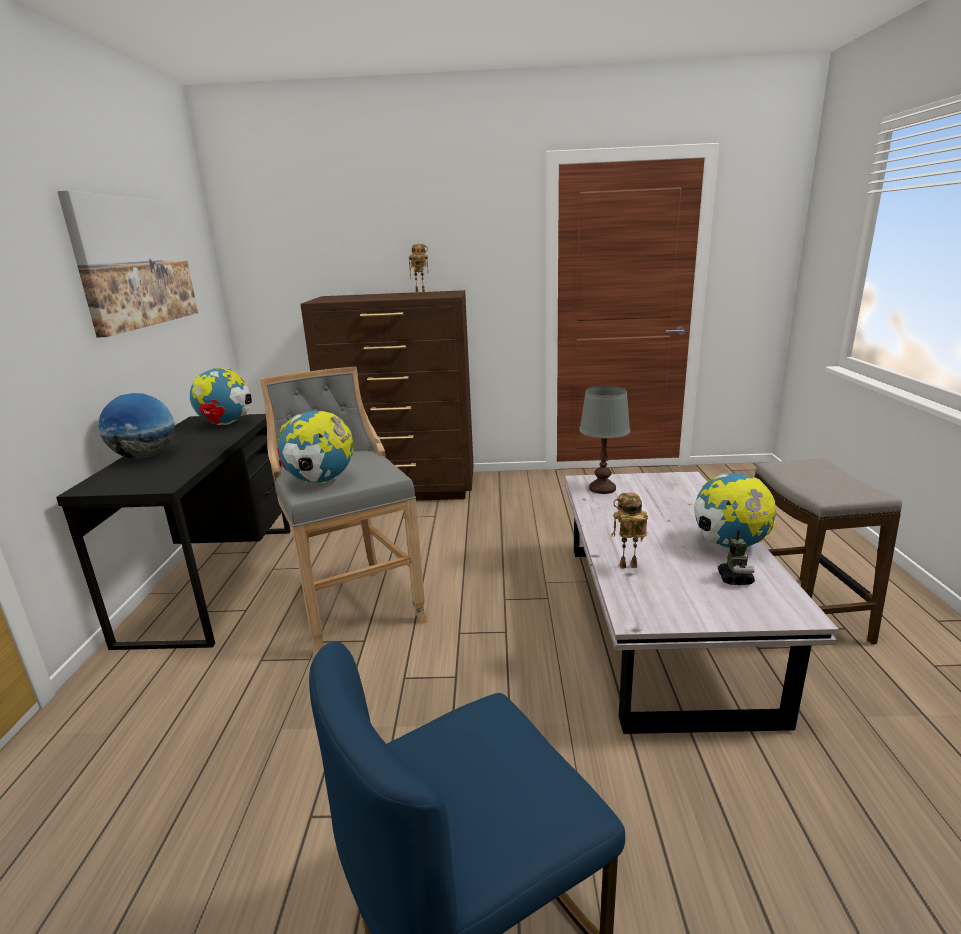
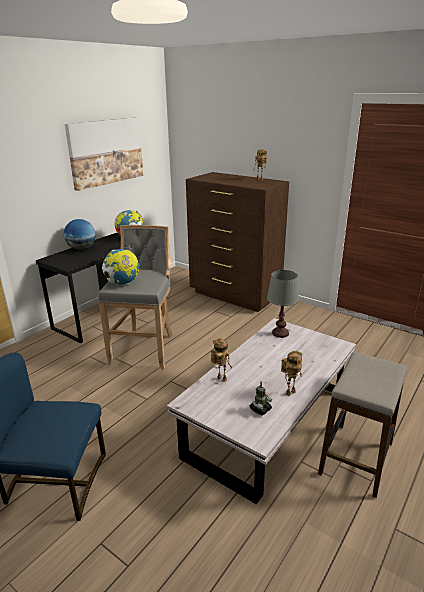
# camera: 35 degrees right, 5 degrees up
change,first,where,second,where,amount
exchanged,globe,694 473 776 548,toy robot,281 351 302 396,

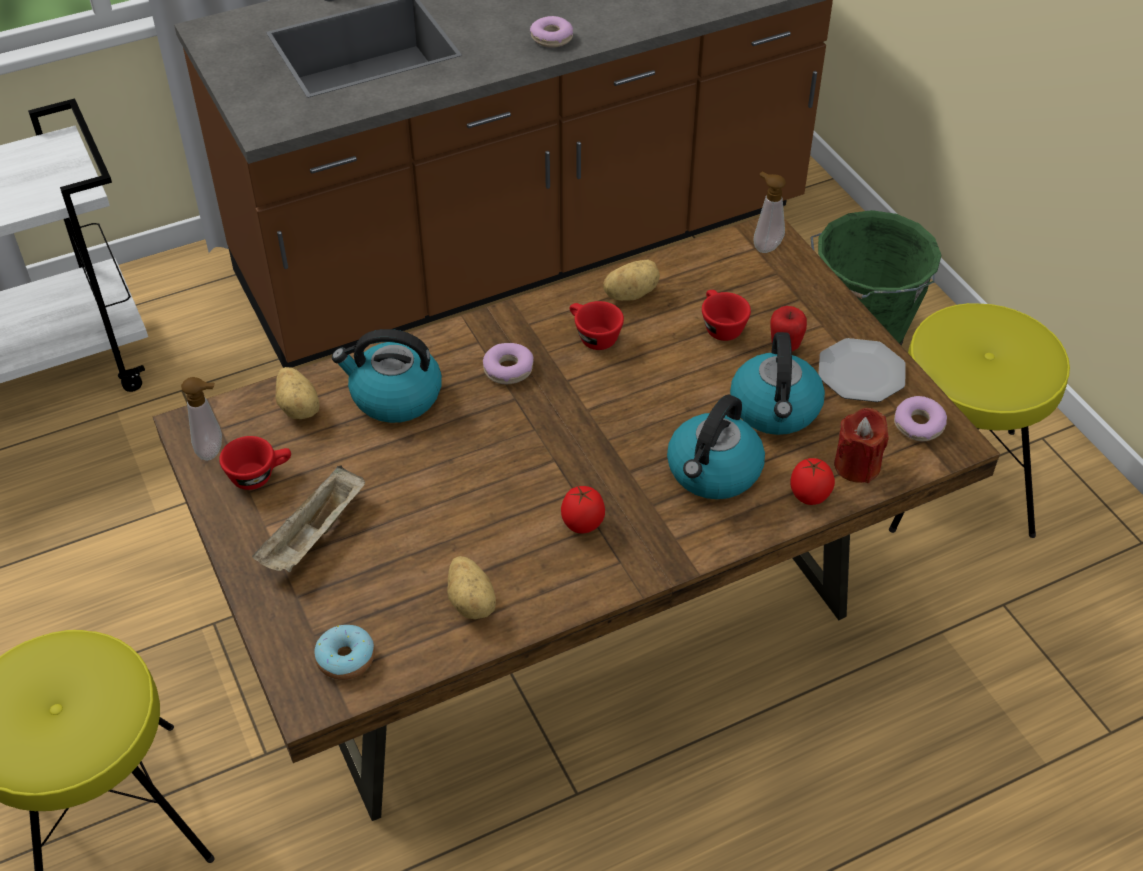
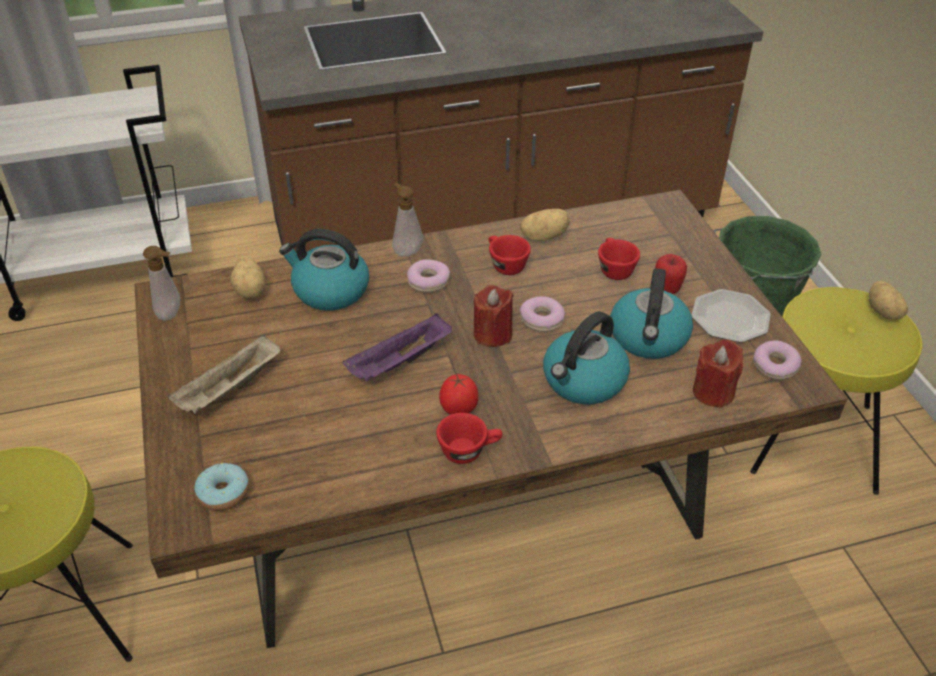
# camera: 10 degrees right, 5 degrees down
change,first,where,second,where,amount
relocated,red cup,219 436 291 490,,436 413 502 464,
relocated,potato,447 556 496 620,,869 281 908 319,
relocated,donut,530 16 573 48,,520 296 565 332,
relocated,soap dispenser,753 172 786 253,,392 183 423 257,
missing,tomato,791 458 835 505,,,
appeared,,,purple tray,343 313 452 382,
appeared,,,red candle,473 285 514 347,

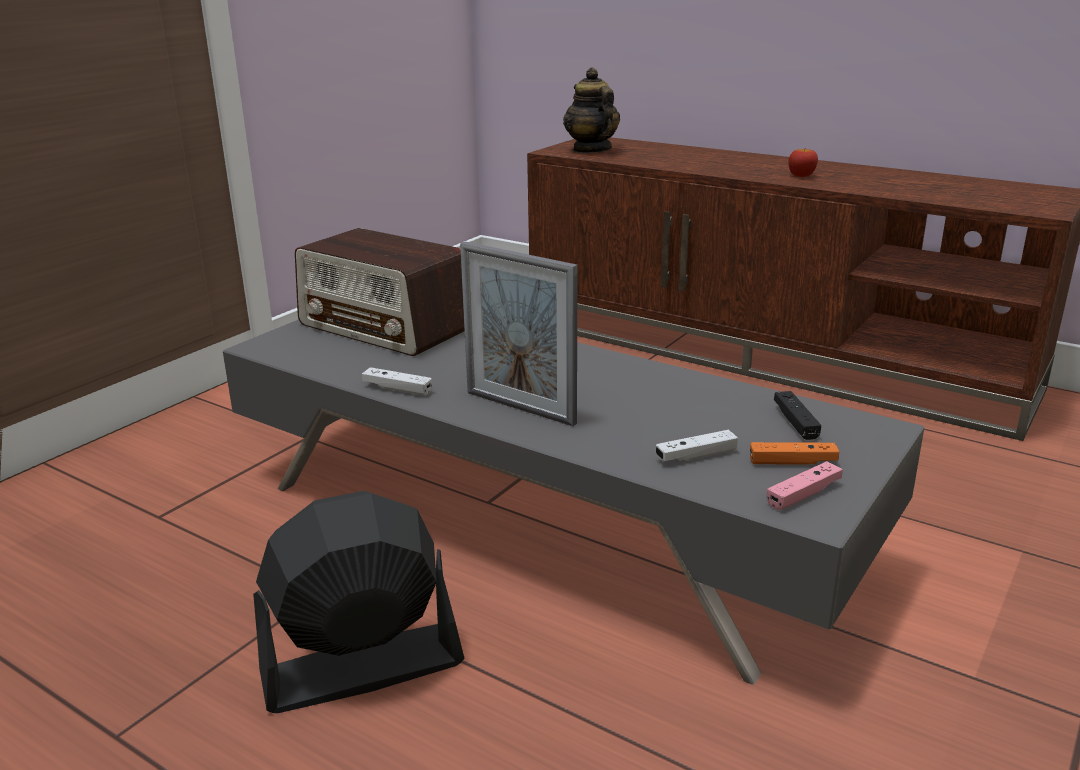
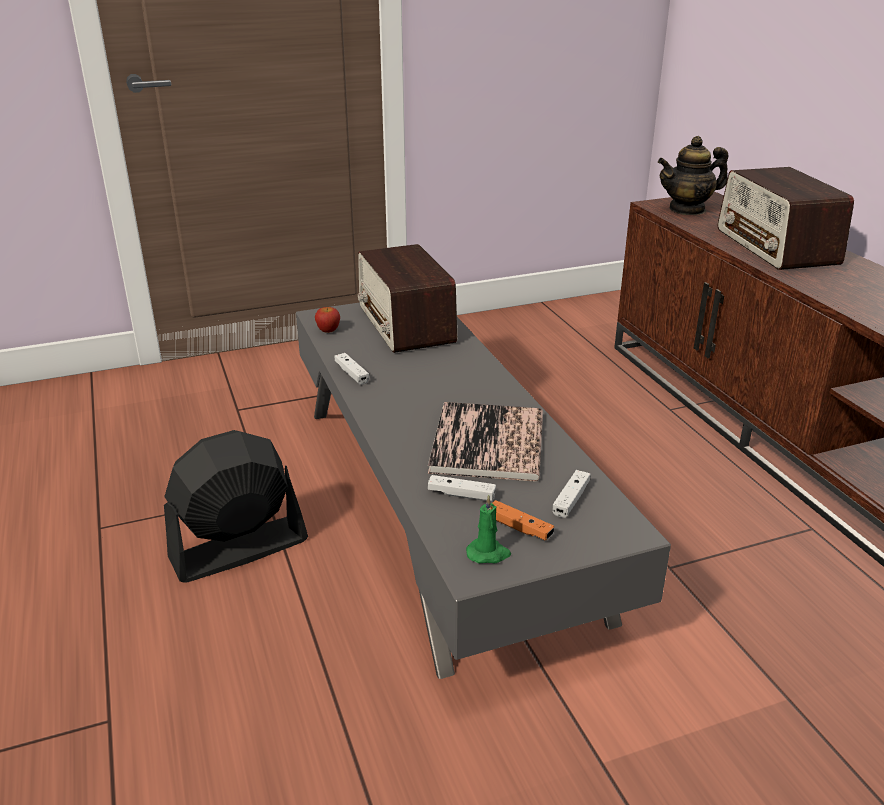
# camera: 35 degrees right, 5 degrees up
change,first,where,second,where,amount
spun,black fan,253 491 465 713,,164 430 308 583,45 degrees counterclockwise
missing,picture frame,460 242 577 426,,,
spun,teapot,563 68 620 153,,658 136 728 215,120 degrees counterclockwise
exchanged,pink game controller,767 461 842 510,green candle,466 495 511 564,
colour,black game controller,774 391 821 440,white game controller,552 470 590 518,
relocated,apple,788 149 818 177,,315 307 340 333,
appeared,,,book,428 402 543 482,
appeared,,,radio,718 167 854 270,

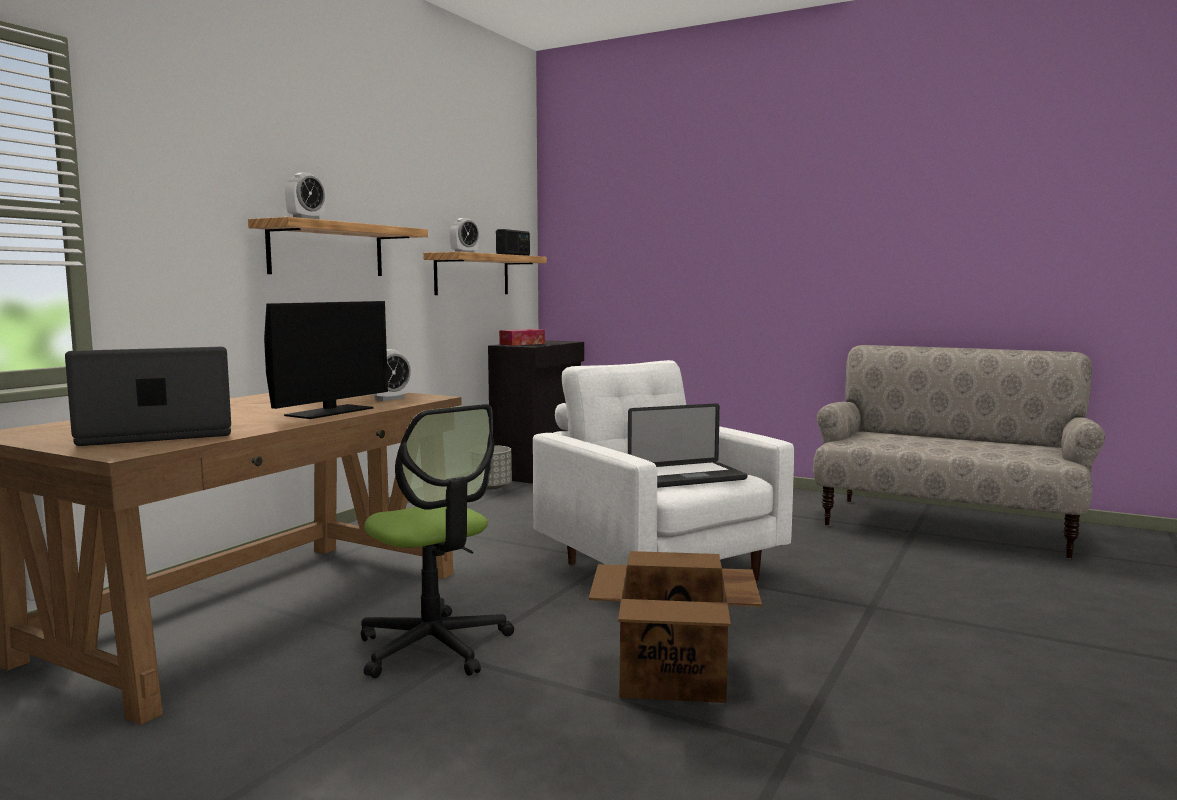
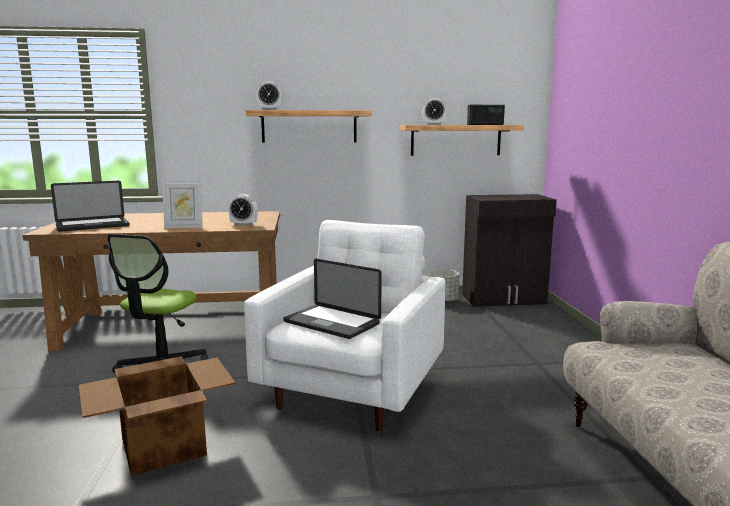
# camera: 55 degrees right, 5 degrees up
change,first,where,second,where,amount
spun,laptop,65 347 231 446,,51 181 129 232,120 degrees clockwise
exchanged,monitor,264 301 388 419,picture frame,162 180 203 228,
missing,tissue box,499 329 545 346,,,

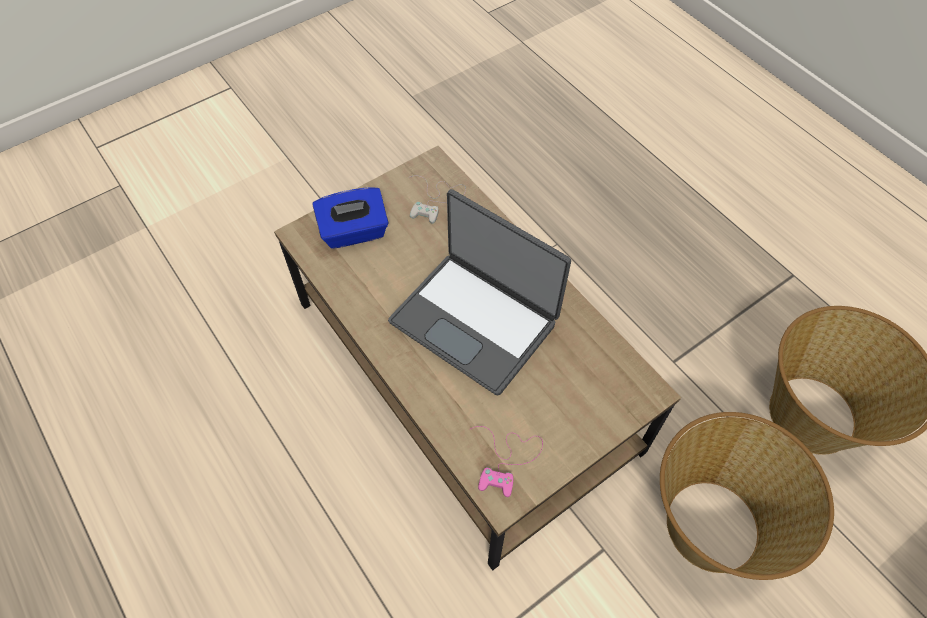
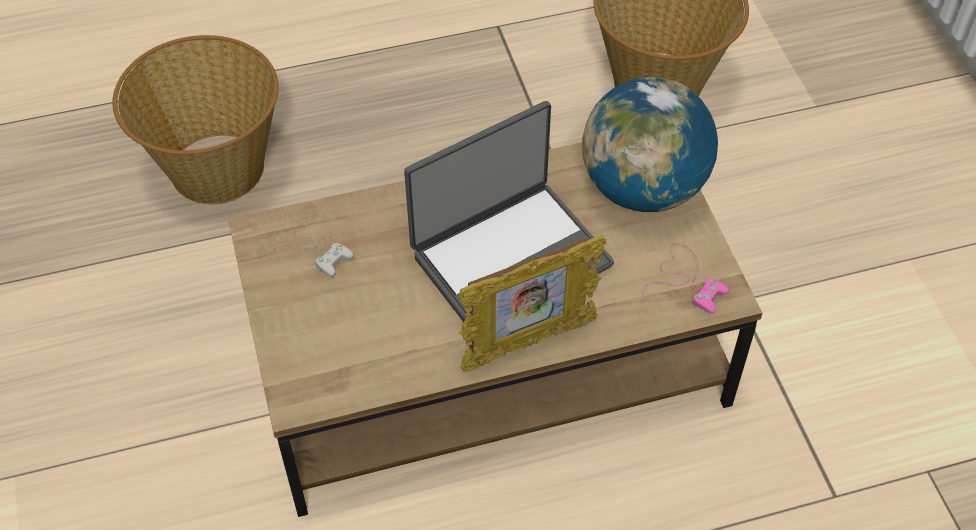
# camera: 70 degrees left, 5 degrees down
change,first,where,second,where,amount
missing,blue tissue box,312 187 388 249,,,
relocated,basket,660 412 834 580,,113 35 279 204,
appeared,,,picture frame,458 235 606 372,
appeared,,,globe,582 77 718 212,

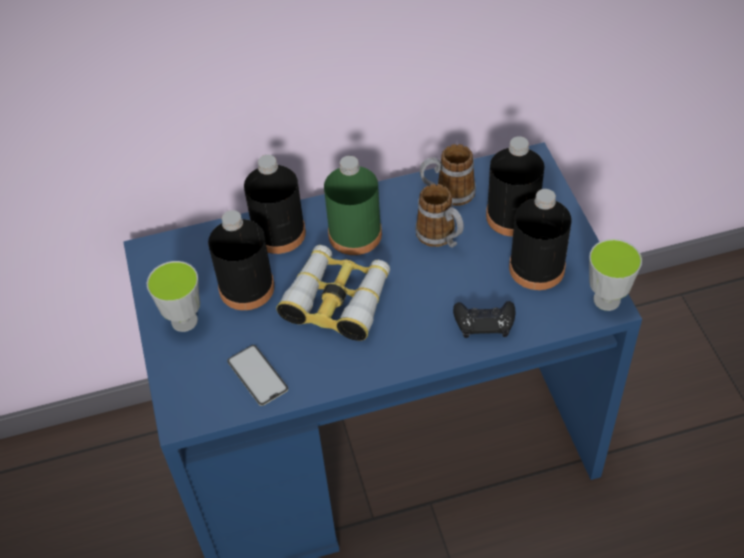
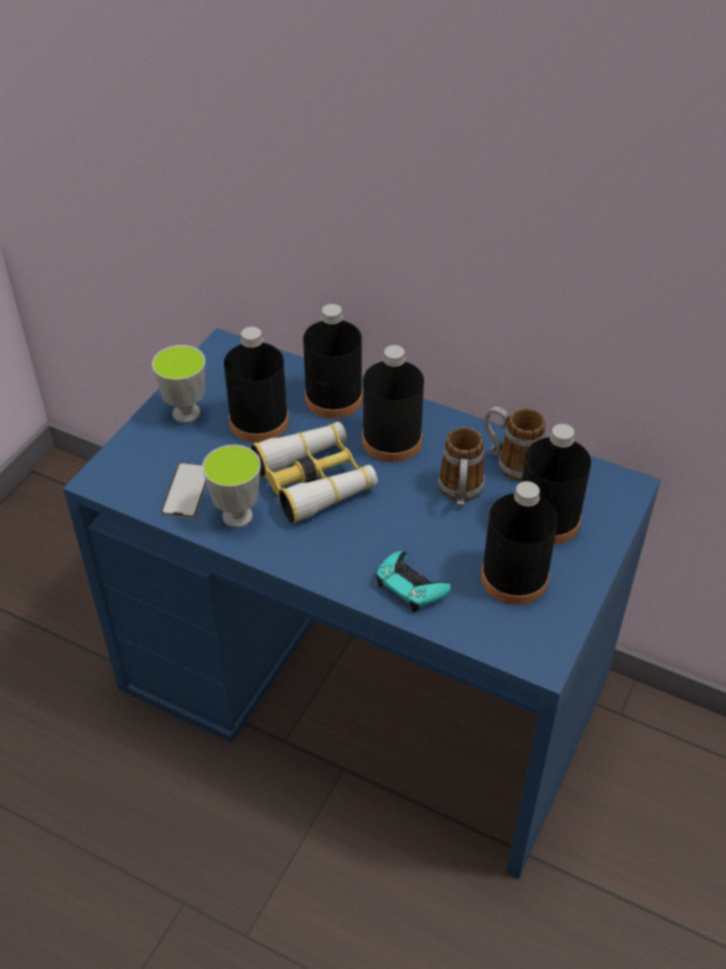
# camera: 40 degrees right, 5 degrees down
change,first,where,second,where,amount
colour,green bottle,324 156 382 255,black bottle,362 345 424 462,
colour,black game controller,453 301 516 338,turquoise game controller,376 551 451 612,
relocated,cup,589 239 642 311,,202 445 261 528,

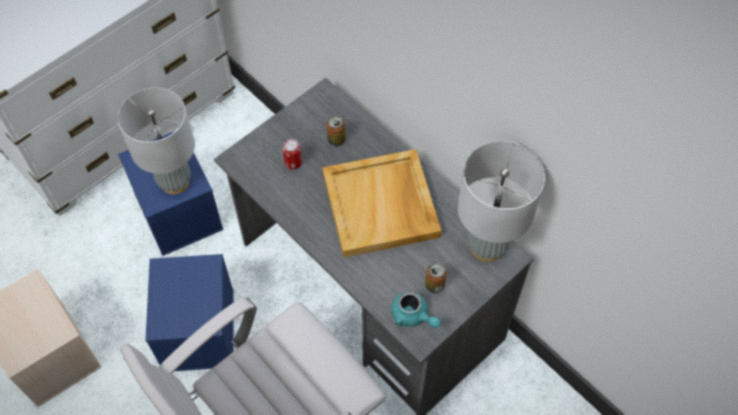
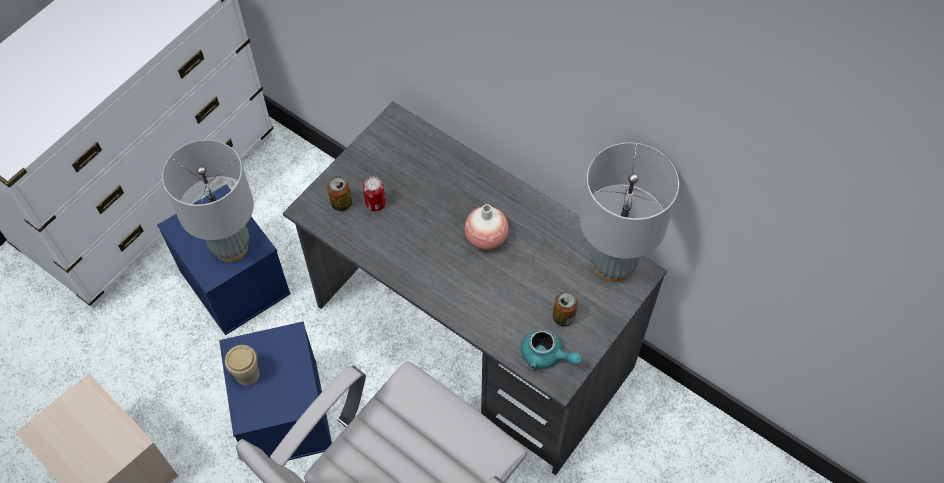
# camera: 10 degrees left, 0 degrees up
change,first,where,second,where,amount
exchanged,beige tray,323 149 441 258,vase,465 204 509 250,
relocated,can,326 115 346 146,,327 176 352 211,
appeared,,,cup,225 345 259 386,

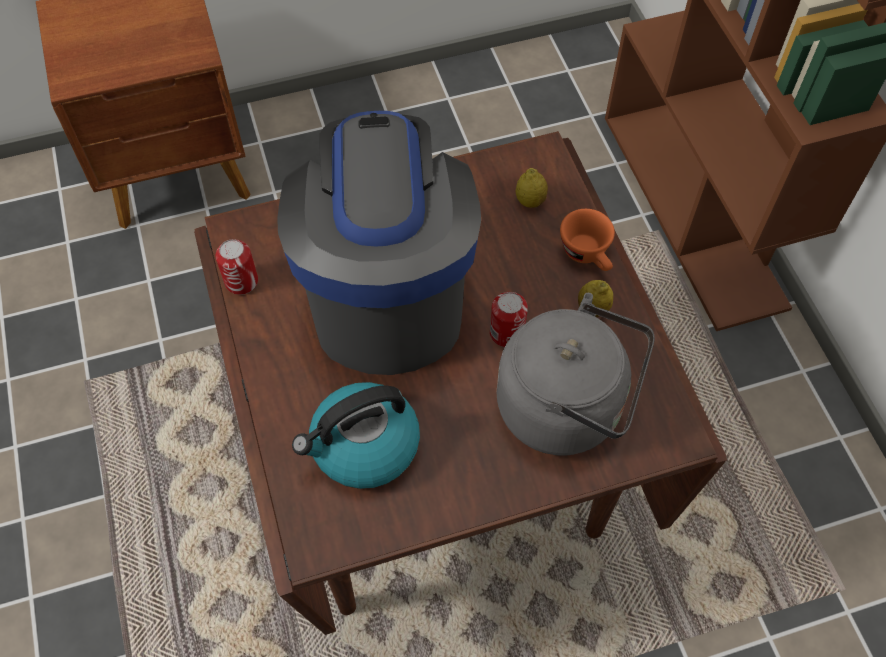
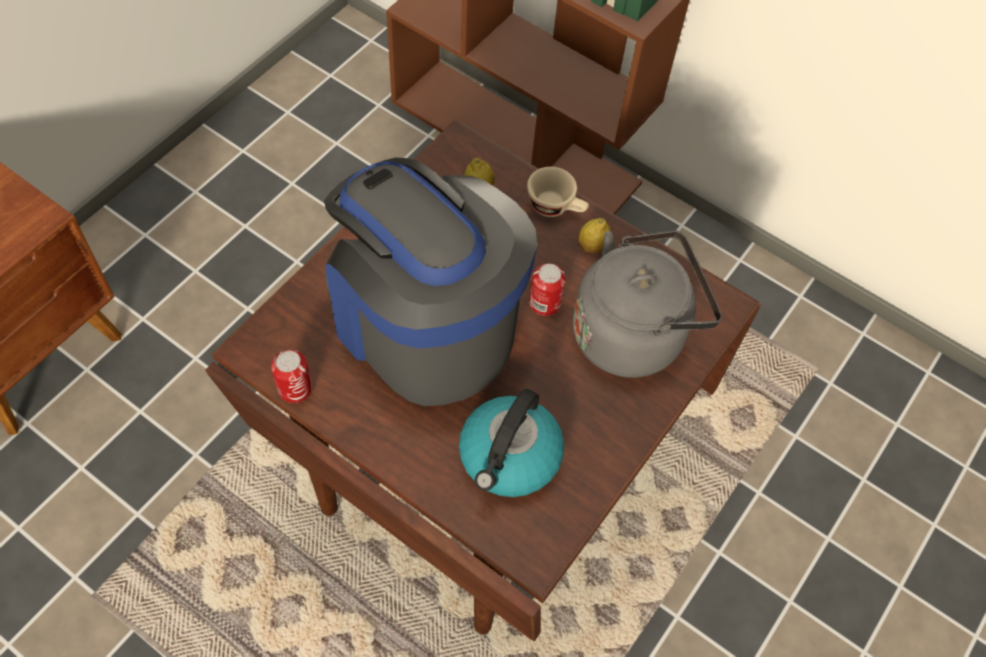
# camera: 40 degrees left, 0 degrees up
change,first,where,second,where,amount
colour,orange cup,560 209 615 271,beige cup,527 167 589 217,

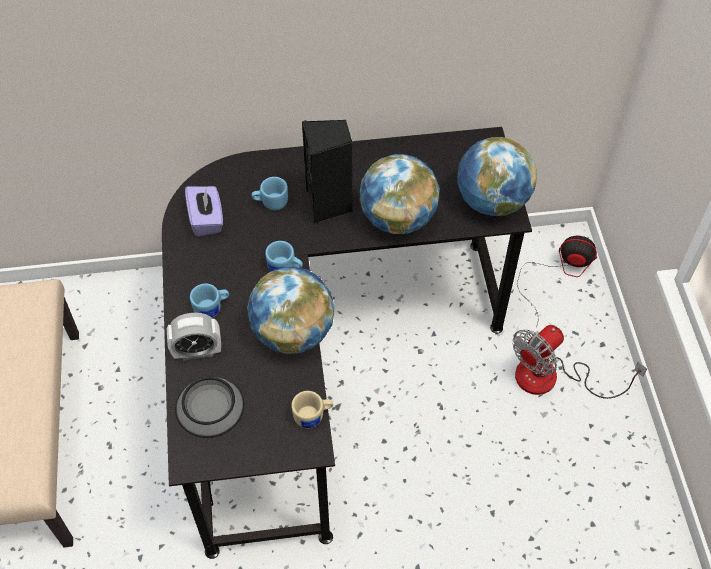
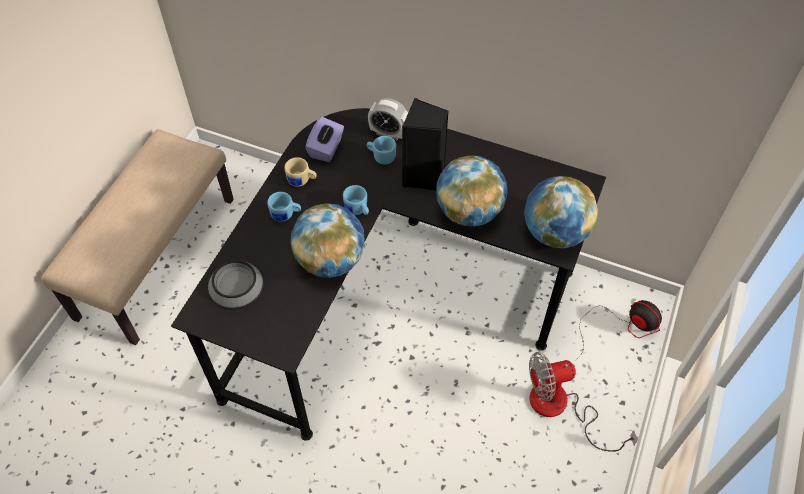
# camera: 30 degrees right, 0 degrees up
change,first,where,second,where,amount
relocated,alarm clock,167 313 221 360,,368 98 408 140,
relocated,beige mug,291 391 334 428,,284 157 317 187,

